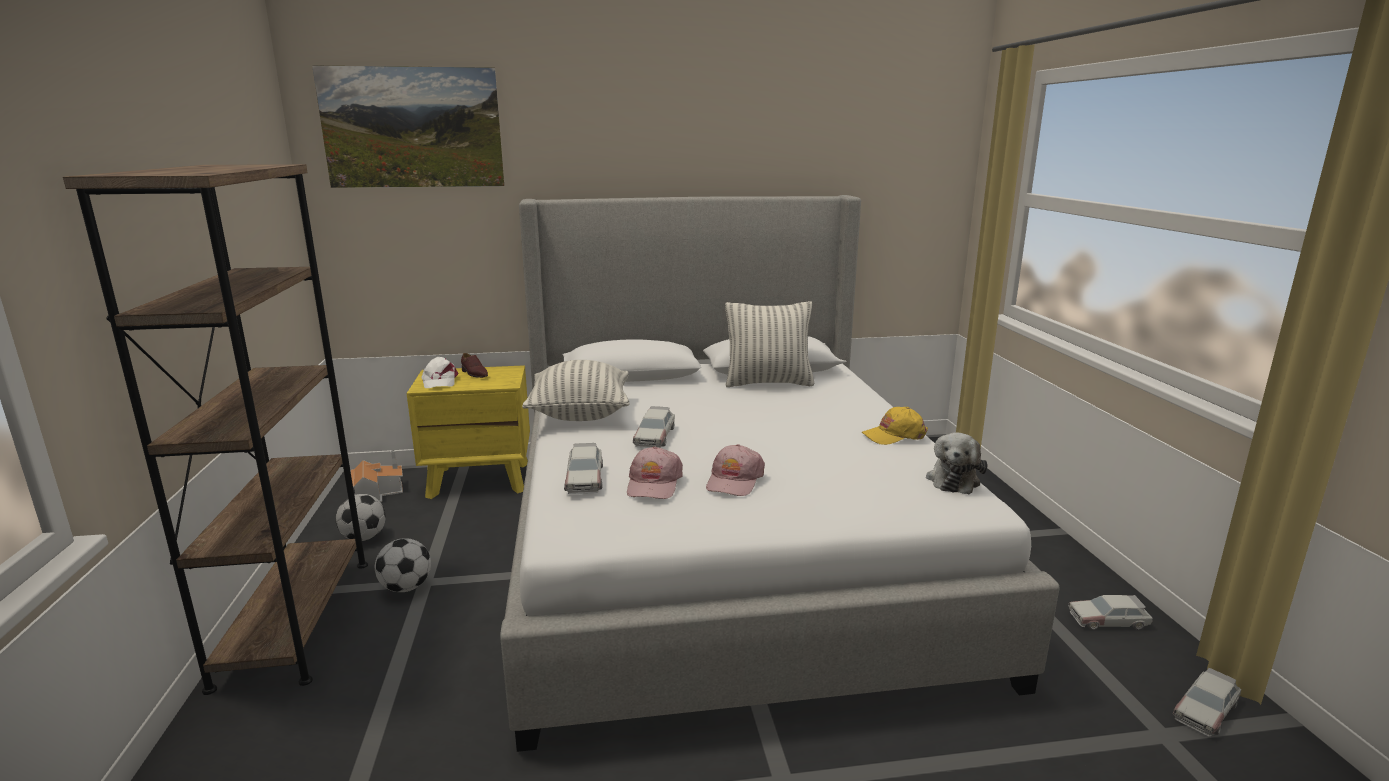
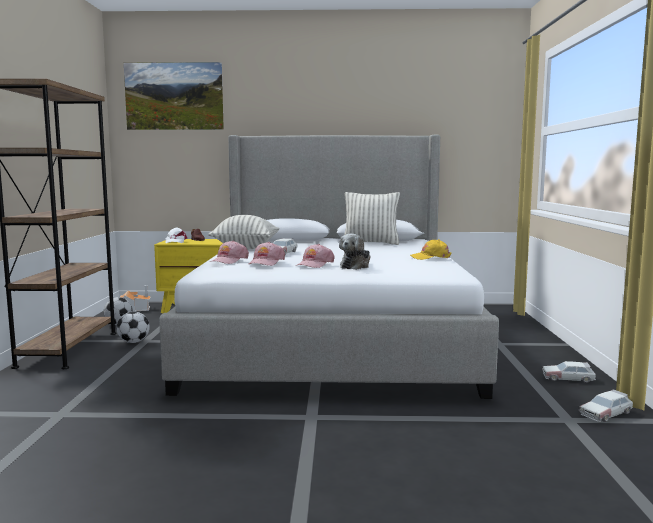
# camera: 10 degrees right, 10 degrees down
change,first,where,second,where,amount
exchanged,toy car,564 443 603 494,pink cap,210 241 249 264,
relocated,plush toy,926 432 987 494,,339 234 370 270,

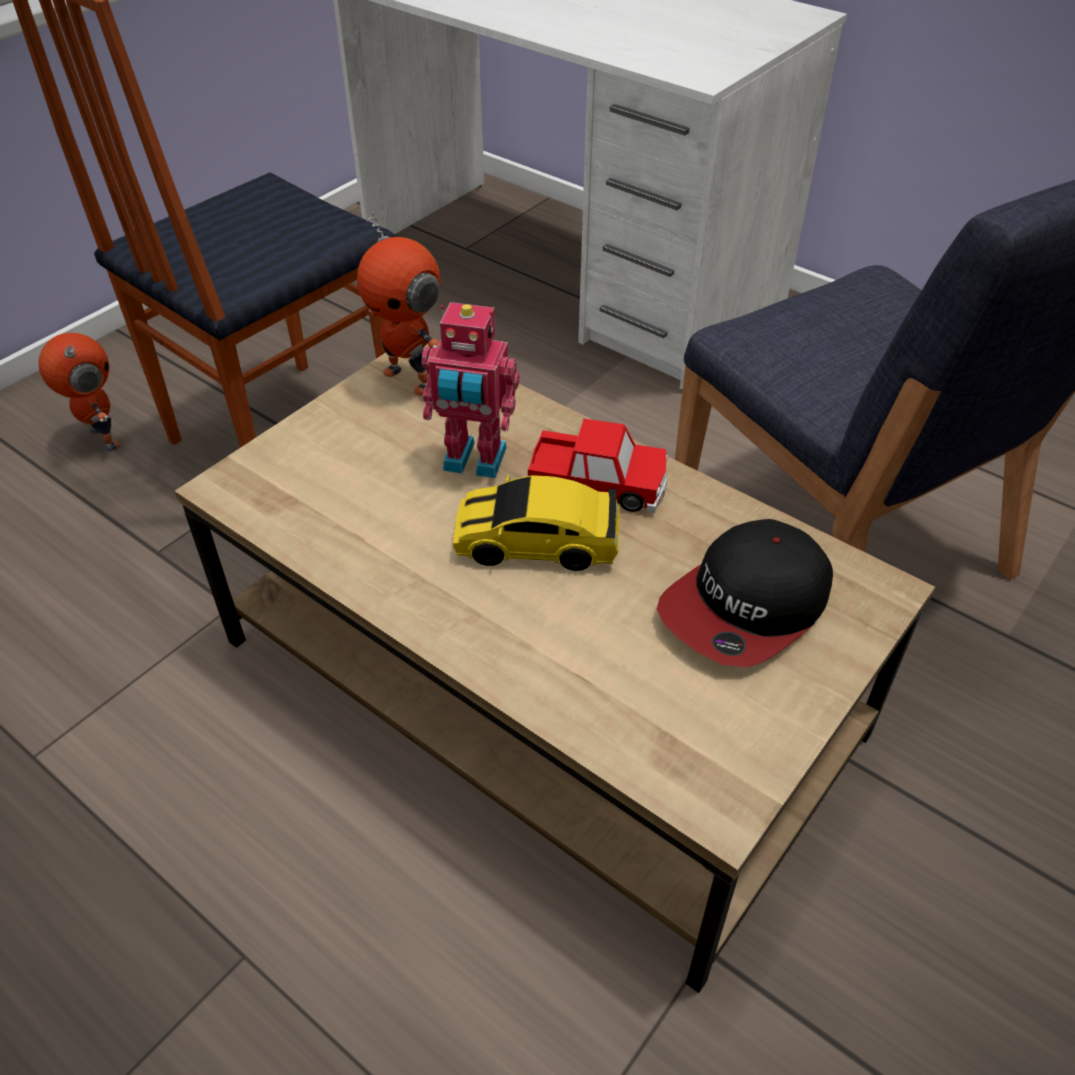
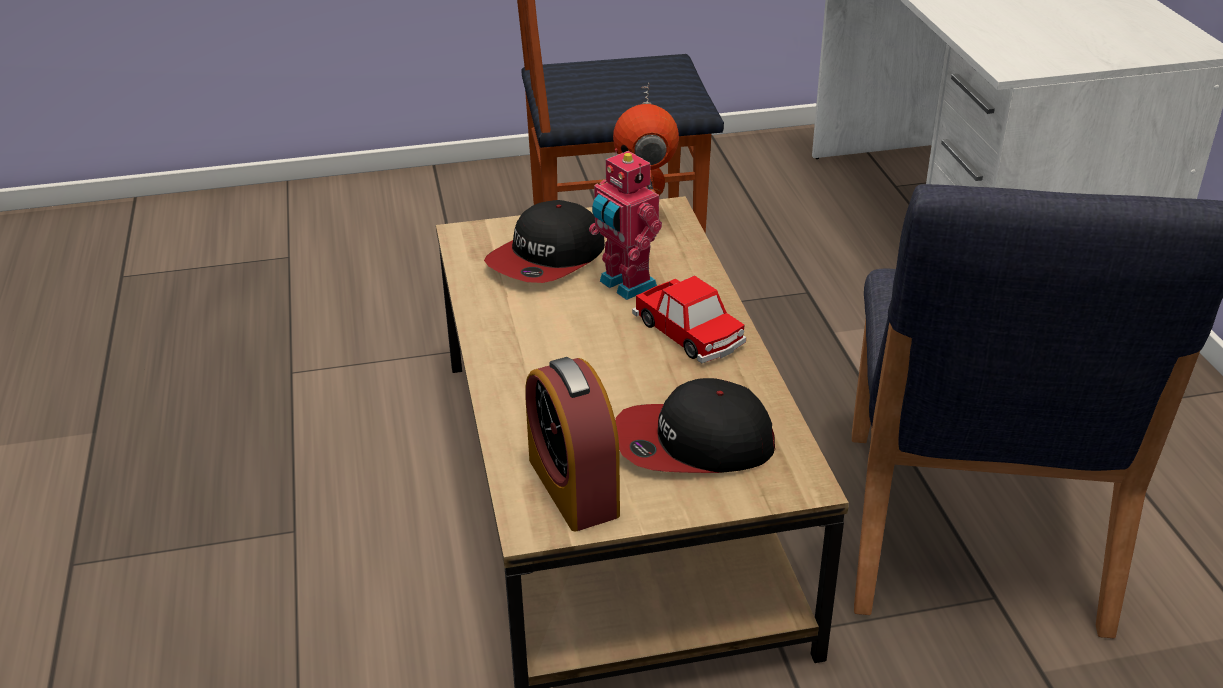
# camera: 40 degrees right, 10 degrees down
change,first,where,second,where,amount
missing,toy robot,38 333 121 451,,,
missing,toy car,453 474 620 571,,,
appeared,,,cap,484 200 605 283,
appeared,,,alarm clock,525 357 620 531,

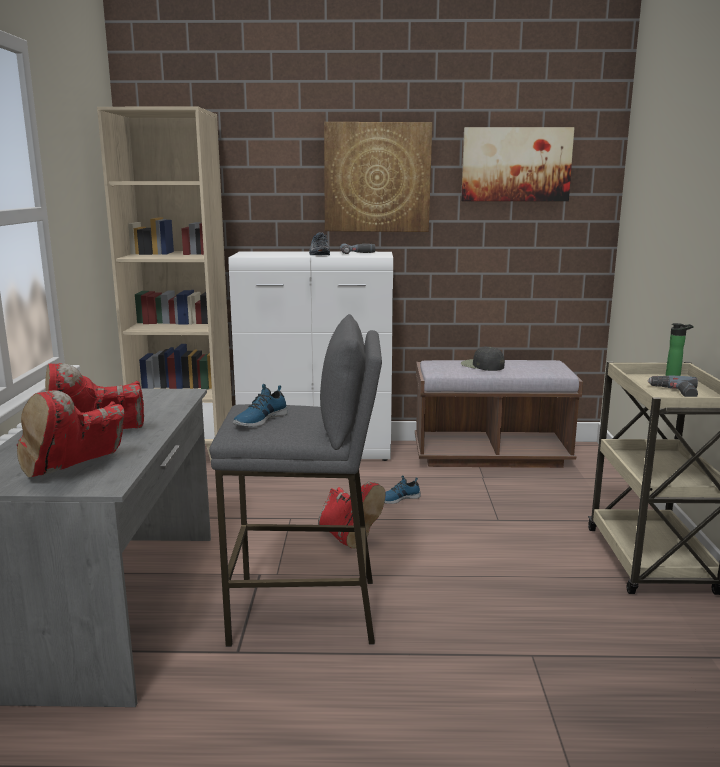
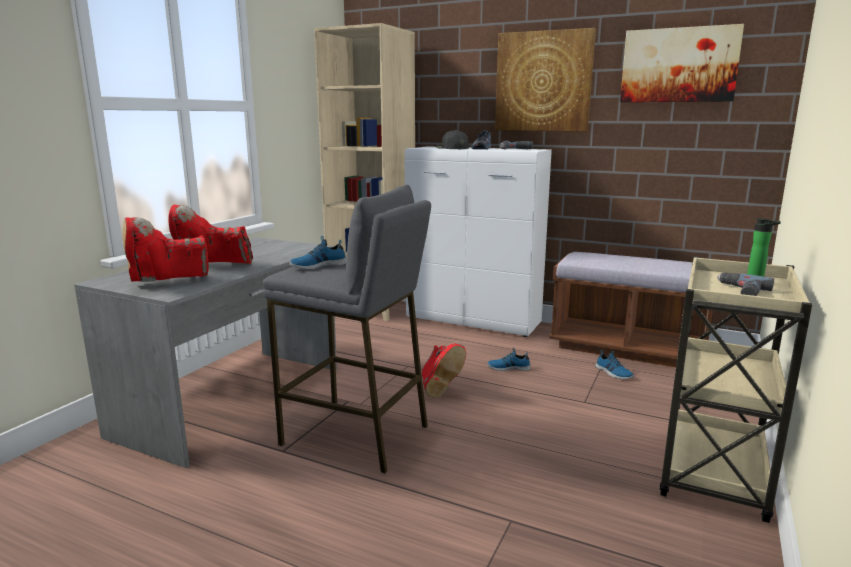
# camera: 25 degrees right, 0 degrees up
change,first,where,second,where,amount
relocated,black cap,461 347 505 371,,436 130 469 149,
appeared,,,shoe,595 350 634 379,

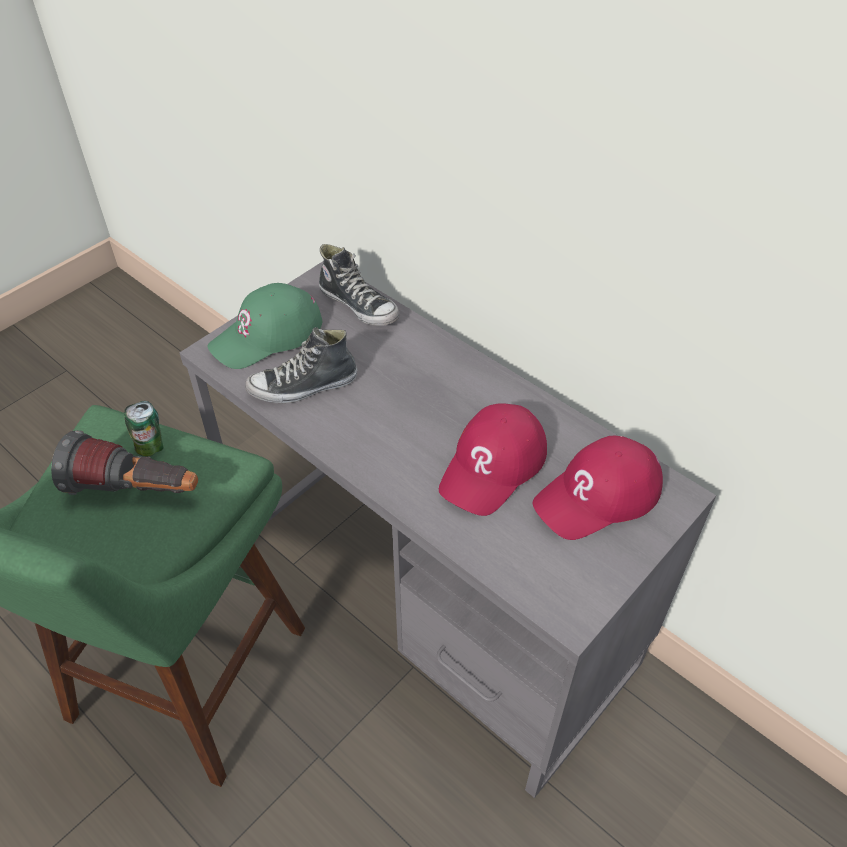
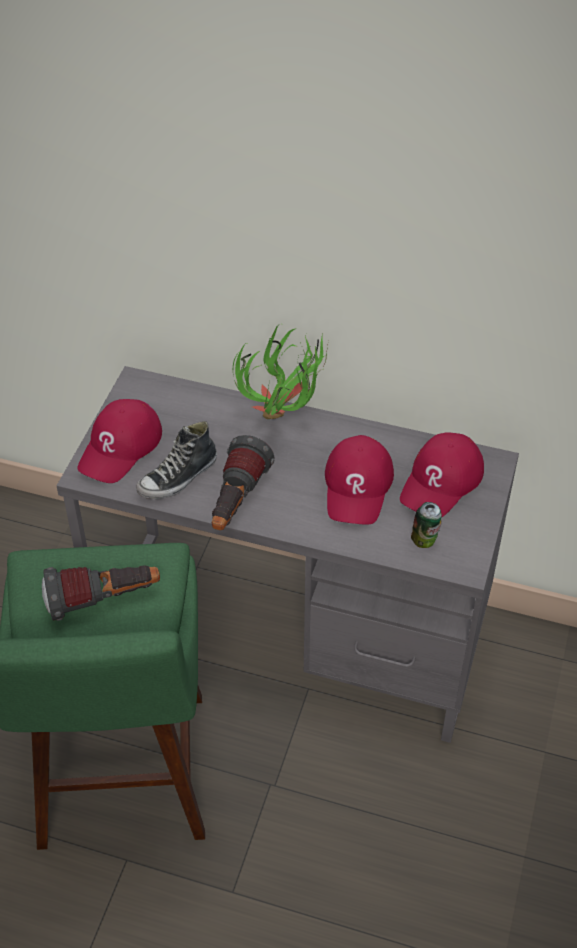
# camera: 25 degrees left, 0 degrees up
change,first,where,second,where,amount
relocated,can,124 401 163 456,,411 502 442 548,
colour,green cap,208 283 322 369,red cap,77 399 162 483,
missing,shoe,319 244 400 326,,,
appeared,,,flashlight,212 435 275 530,
appeared,,,potted plant,233 325 329 419,

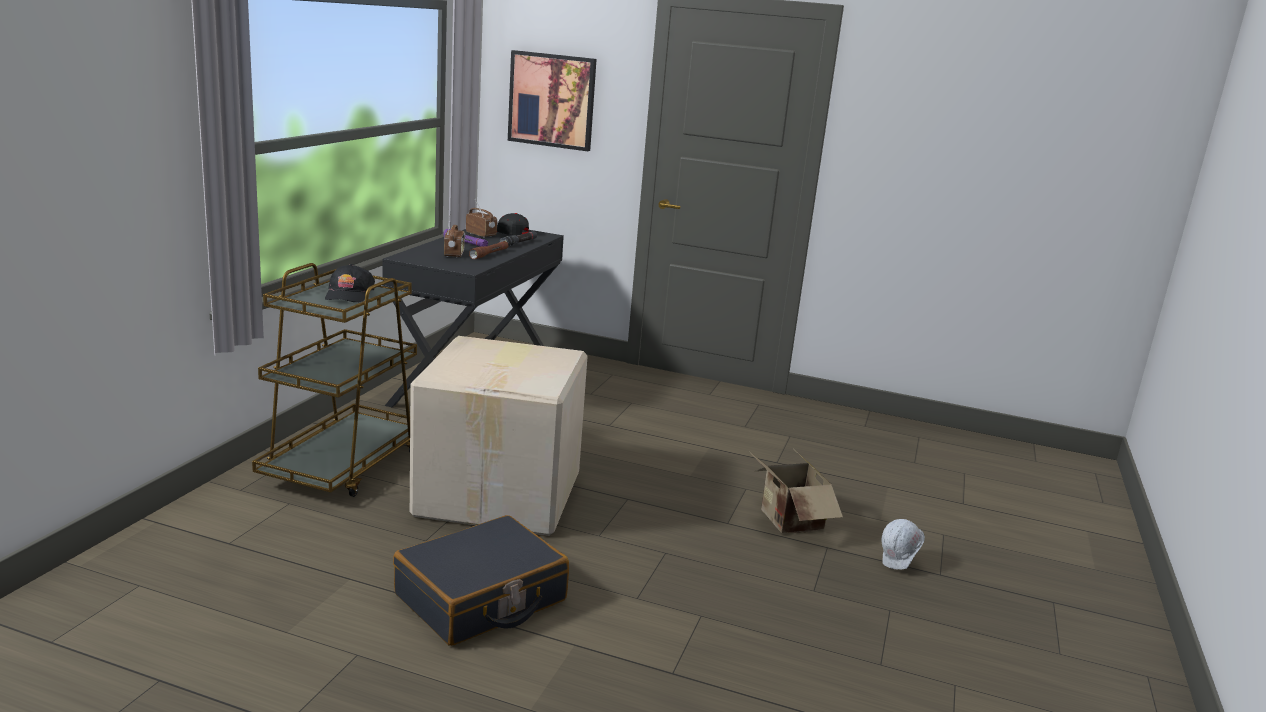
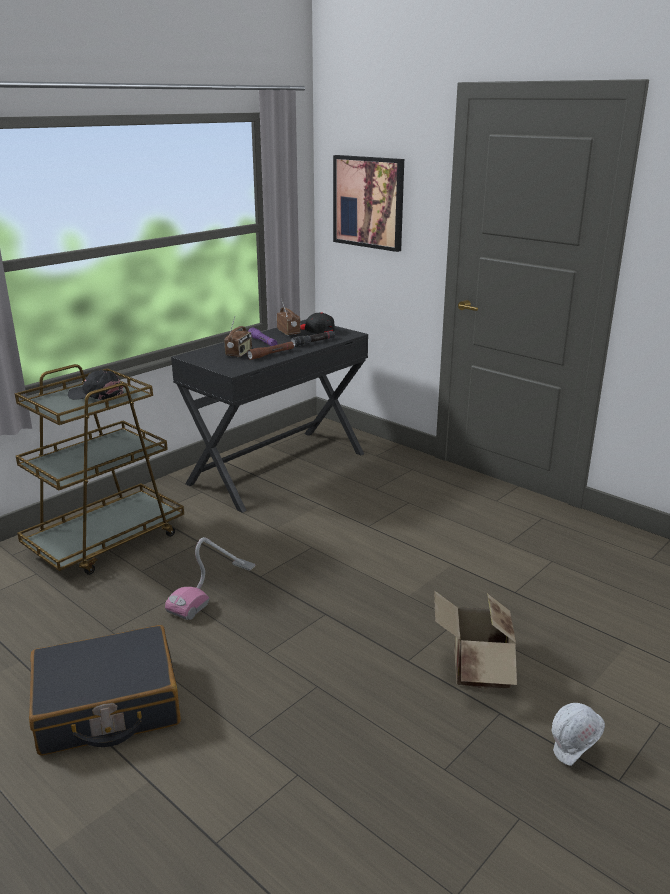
# camera: 25 degrees right, 5 degrees up
change,first,where,second,where,amount
spun,black cap,325 264 375 302,,68 370 124 400,75 degrees clockwise
exchanged,cardboard box,410 336 588 536,vacuum cleaner,165 537 255 620,

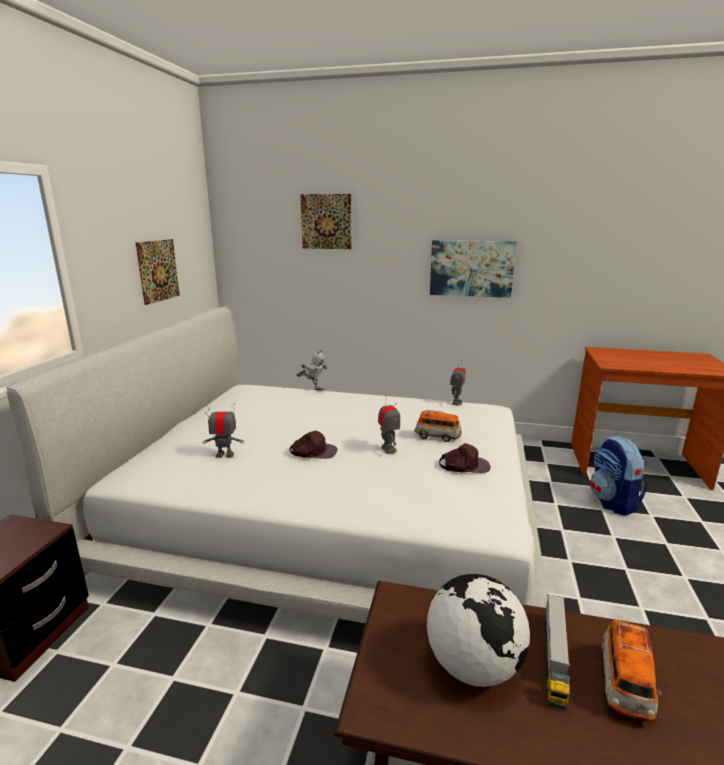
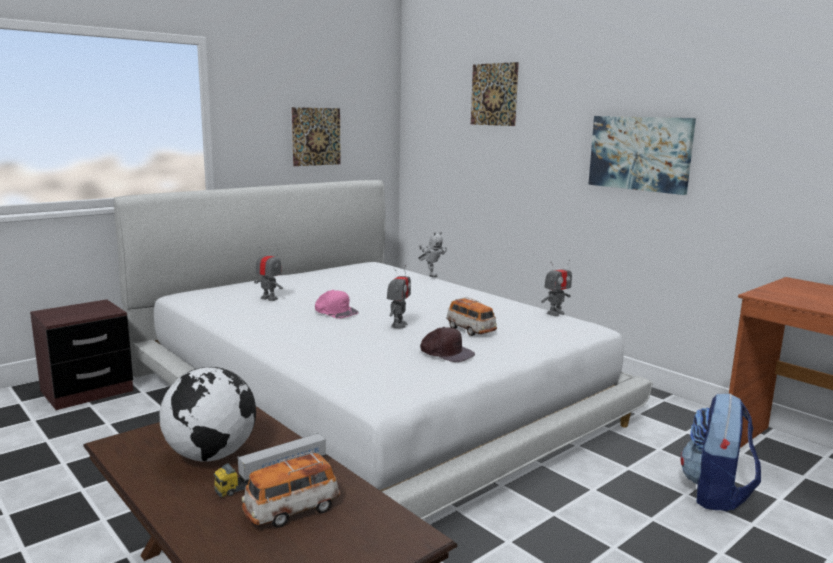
# camera: 35 degrees right, 5 degrees down
change,first,where,second,where,amount
colour,brown cap,290 431 337 459,pink cap,315 290 359 319,

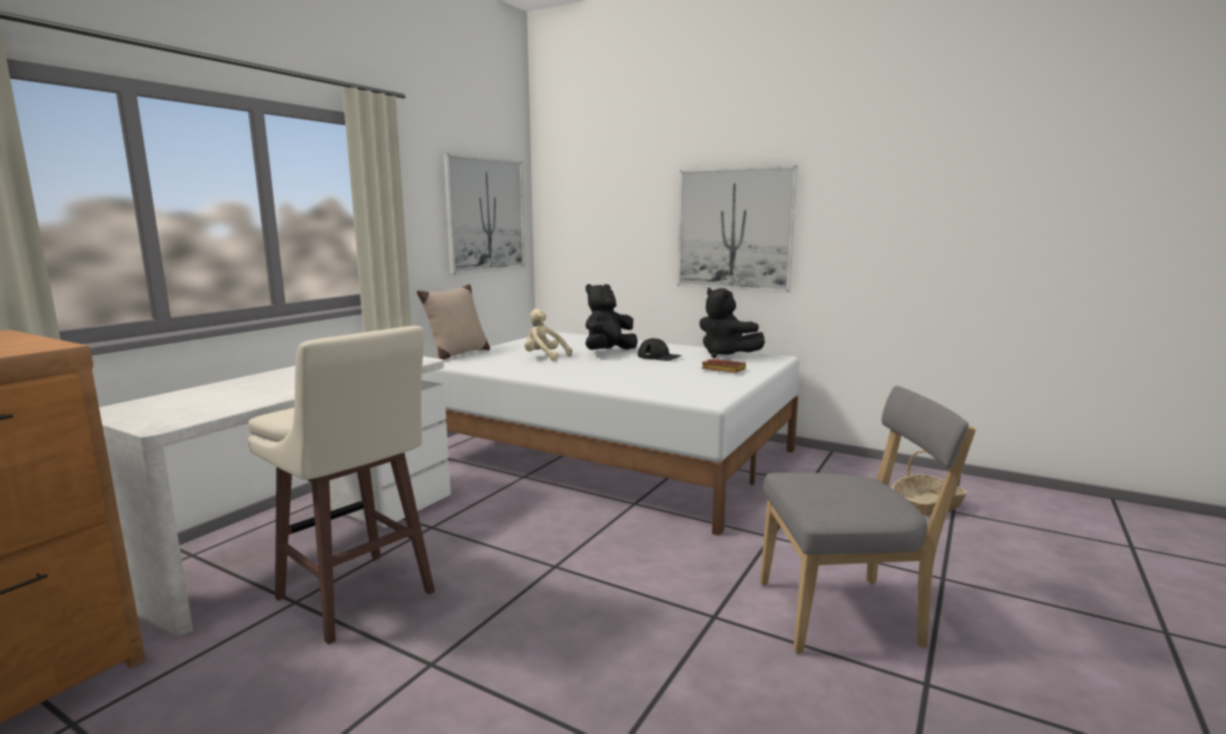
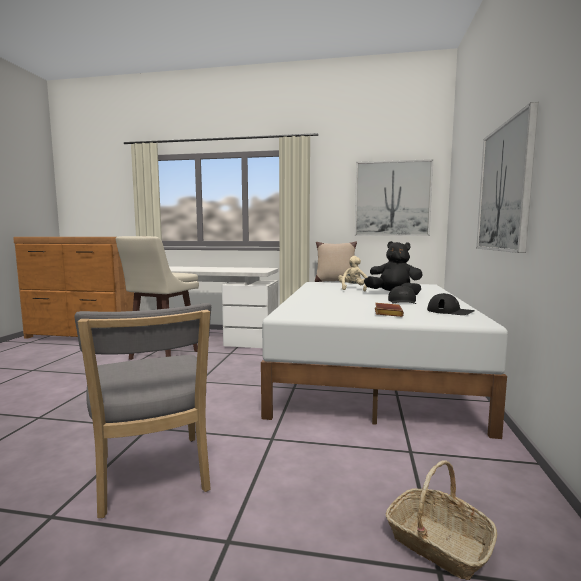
# camera: 70 degrees right, 5 degrees down
change,first,where,second,where,amount
exchanged,black plush toy,699 288 765 358,black cap,427 293 475 315,

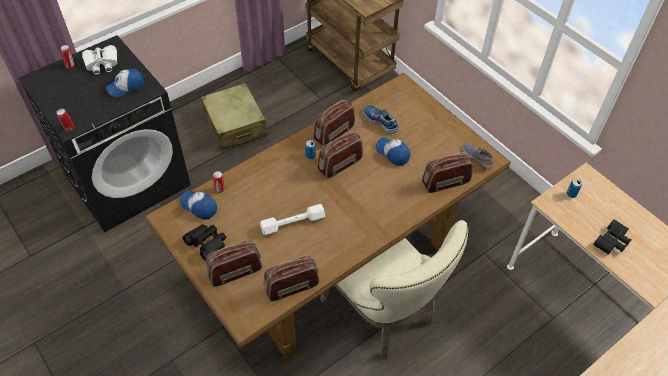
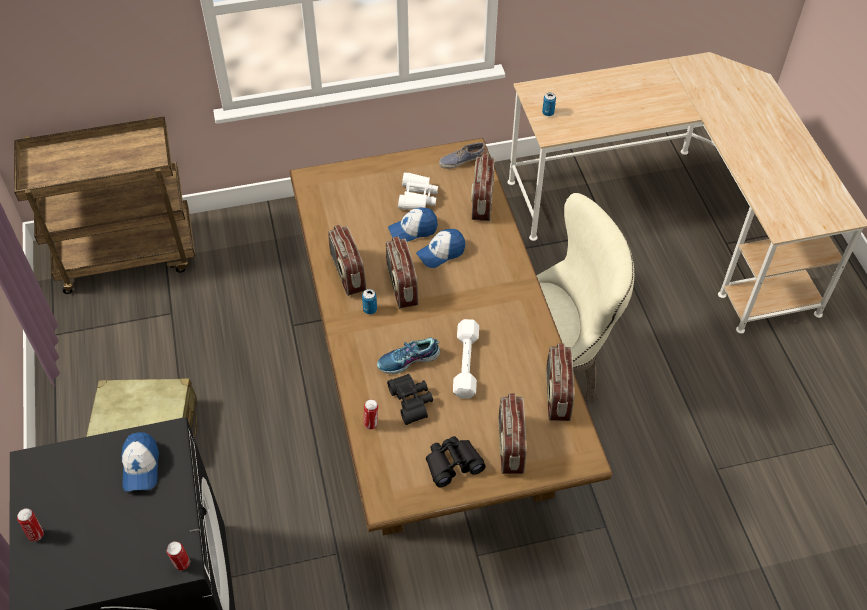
# camera: 65 degrees left, 0 degrees up
change,first,where,second,where,amount
relocated,white binoculars,82 45 117 74,,398 173 438 210,
relocated,cap,180 191 217 220,,416 229 465 268,
relocated,shoe,363 105 399 134,,377 338 440 374,
relocated,black binoculars,593 219 632 254,,387 374 433 425,

